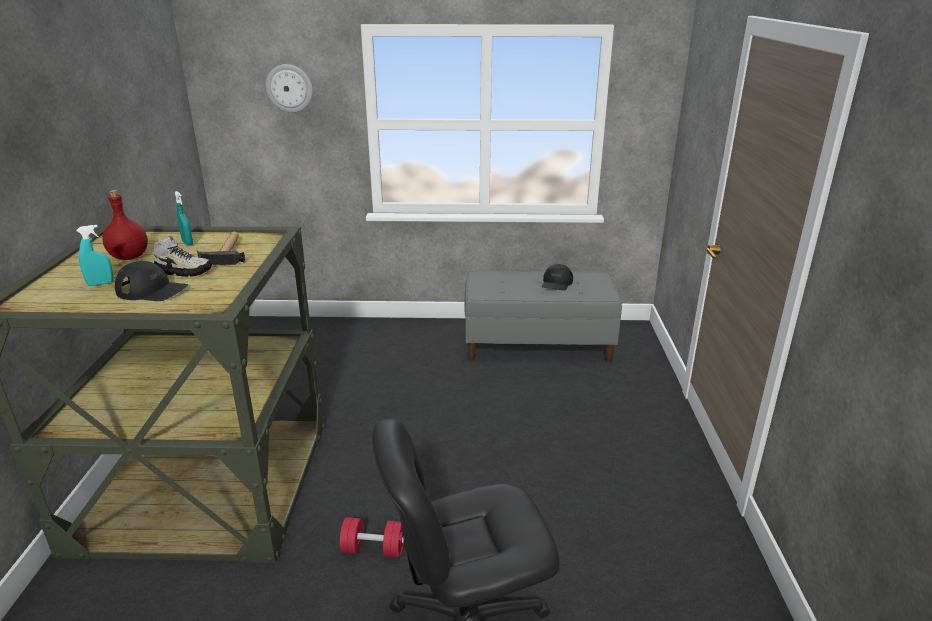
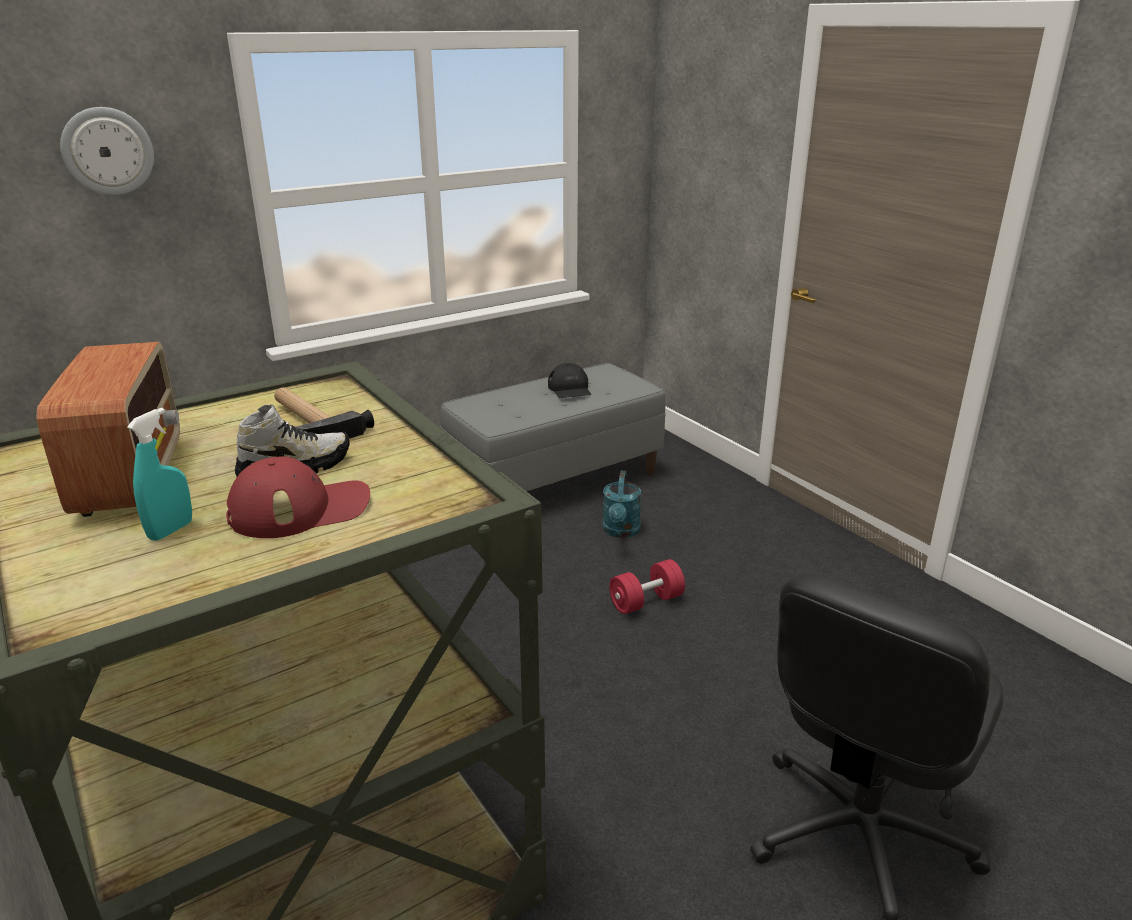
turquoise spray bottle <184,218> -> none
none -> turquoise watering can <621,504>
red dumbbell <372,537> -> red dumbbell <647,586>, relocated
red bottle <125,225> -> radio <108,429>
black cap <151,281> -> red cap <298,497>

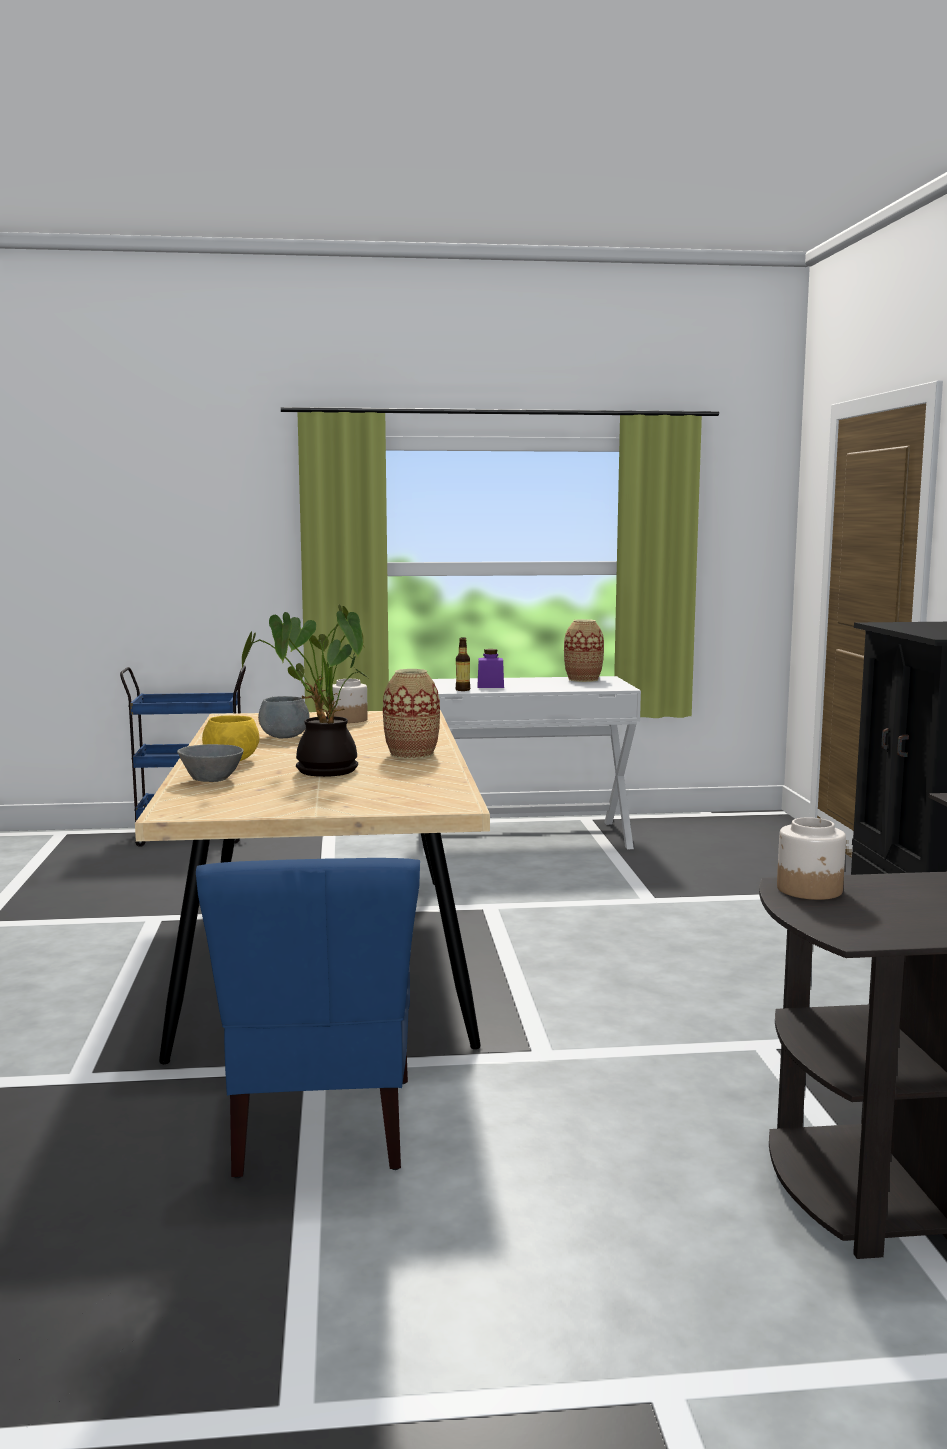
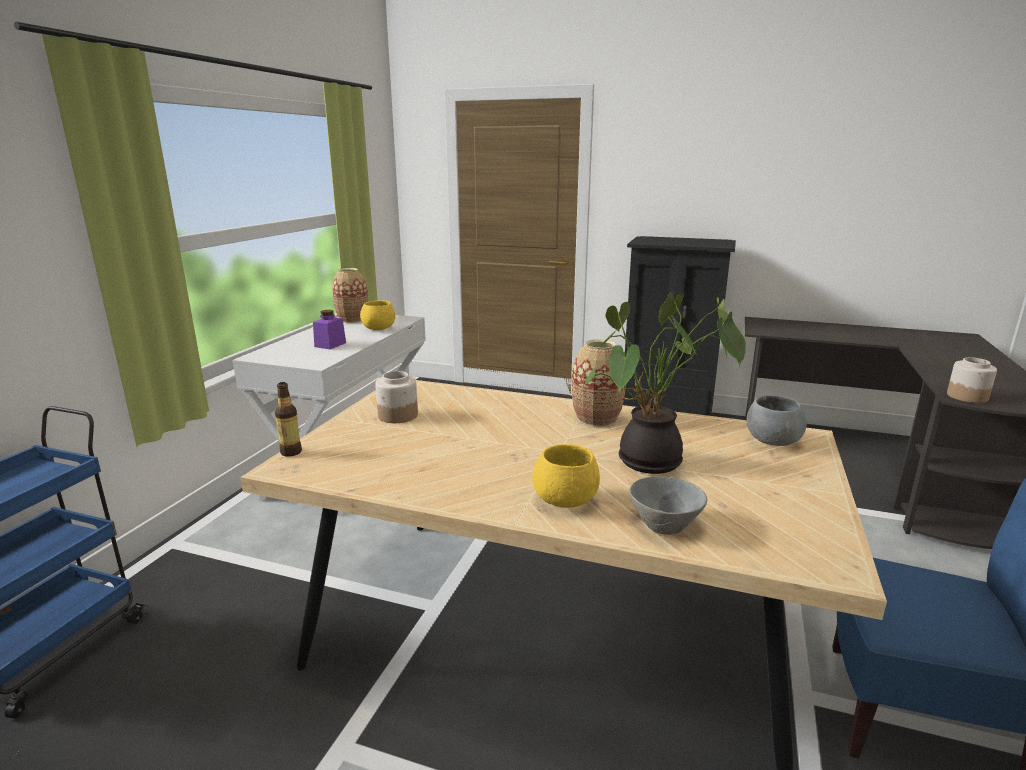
none -> yellow bowl <377,315>
grey bowl <284,717> -> grey bowl <777,420>, relocated
bottle <463,664> -> bottle <288,419>, relocated

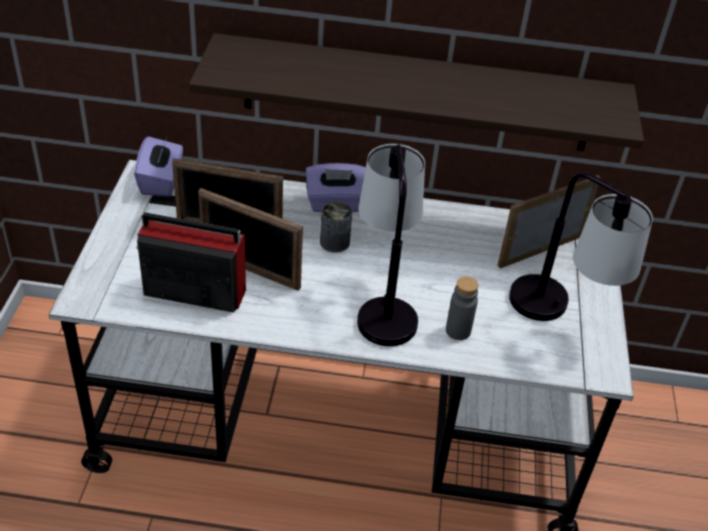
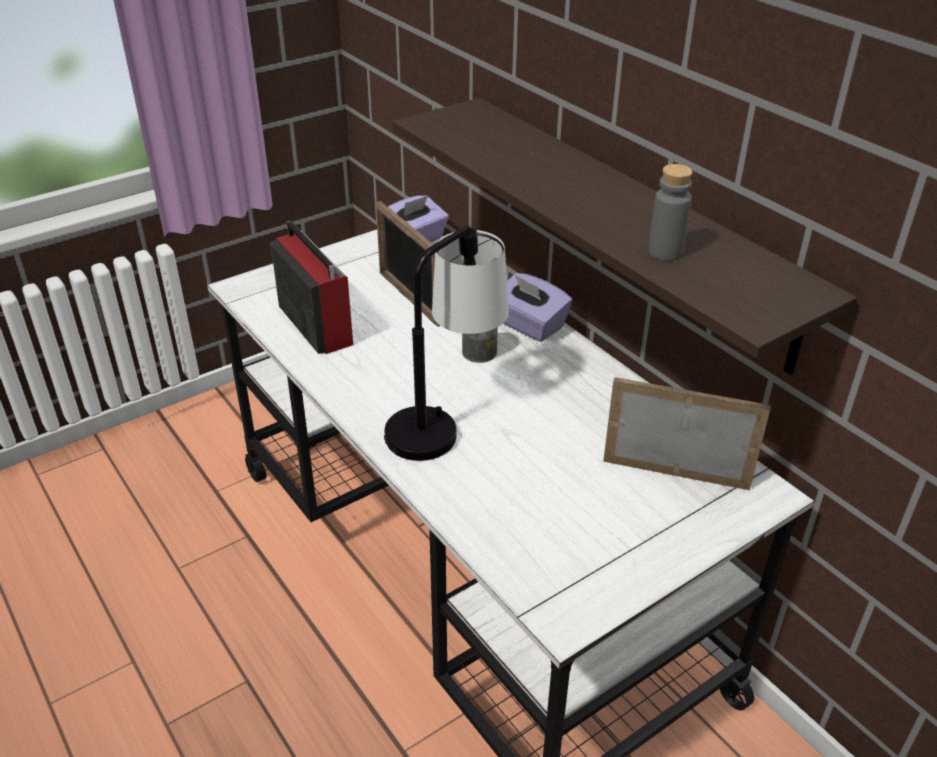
picture frame <250,239> -> none
table lamp <581,246> -> none
grey bottle <462,308> -> grey bottle <670,212>, relocated

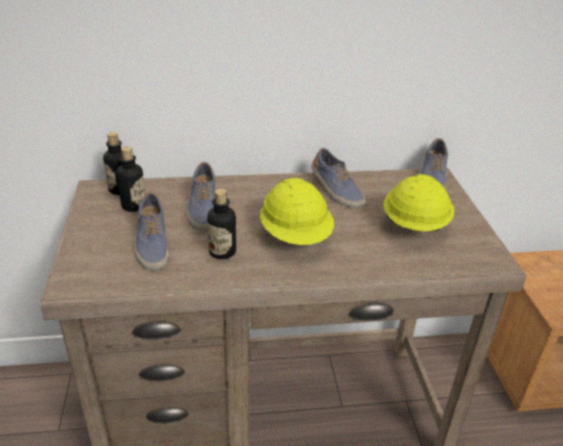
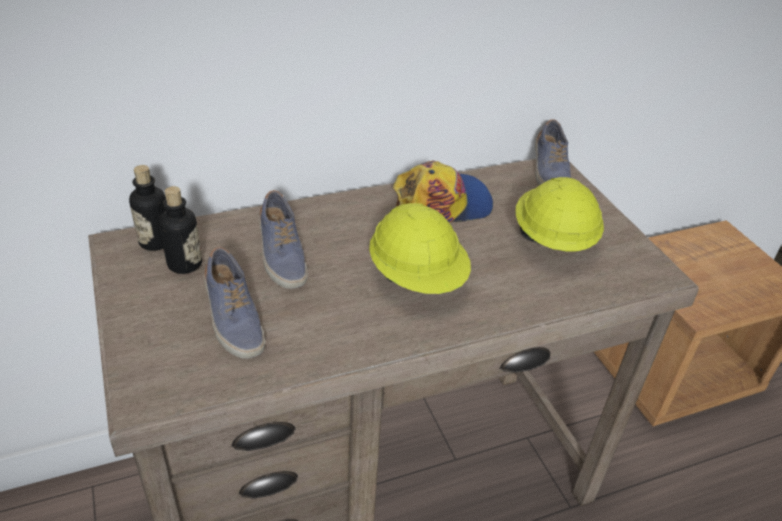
bottle <221,224> -> none
shoe <338,178> -> cap <443,192>

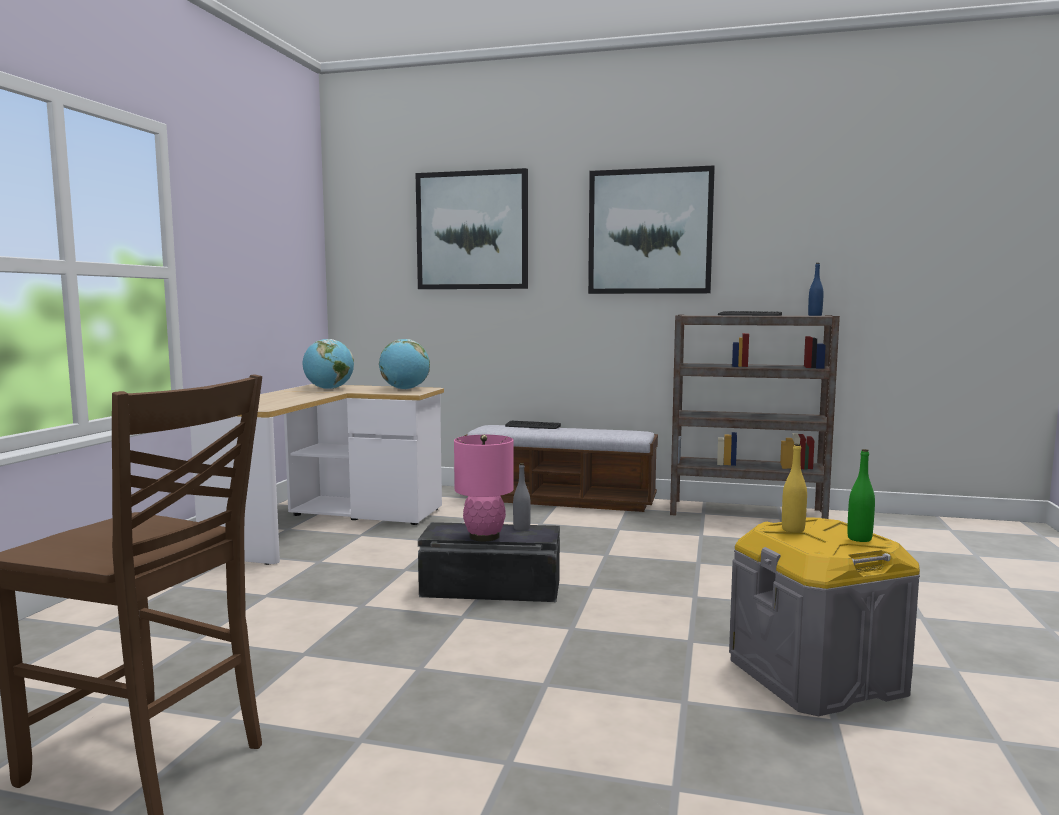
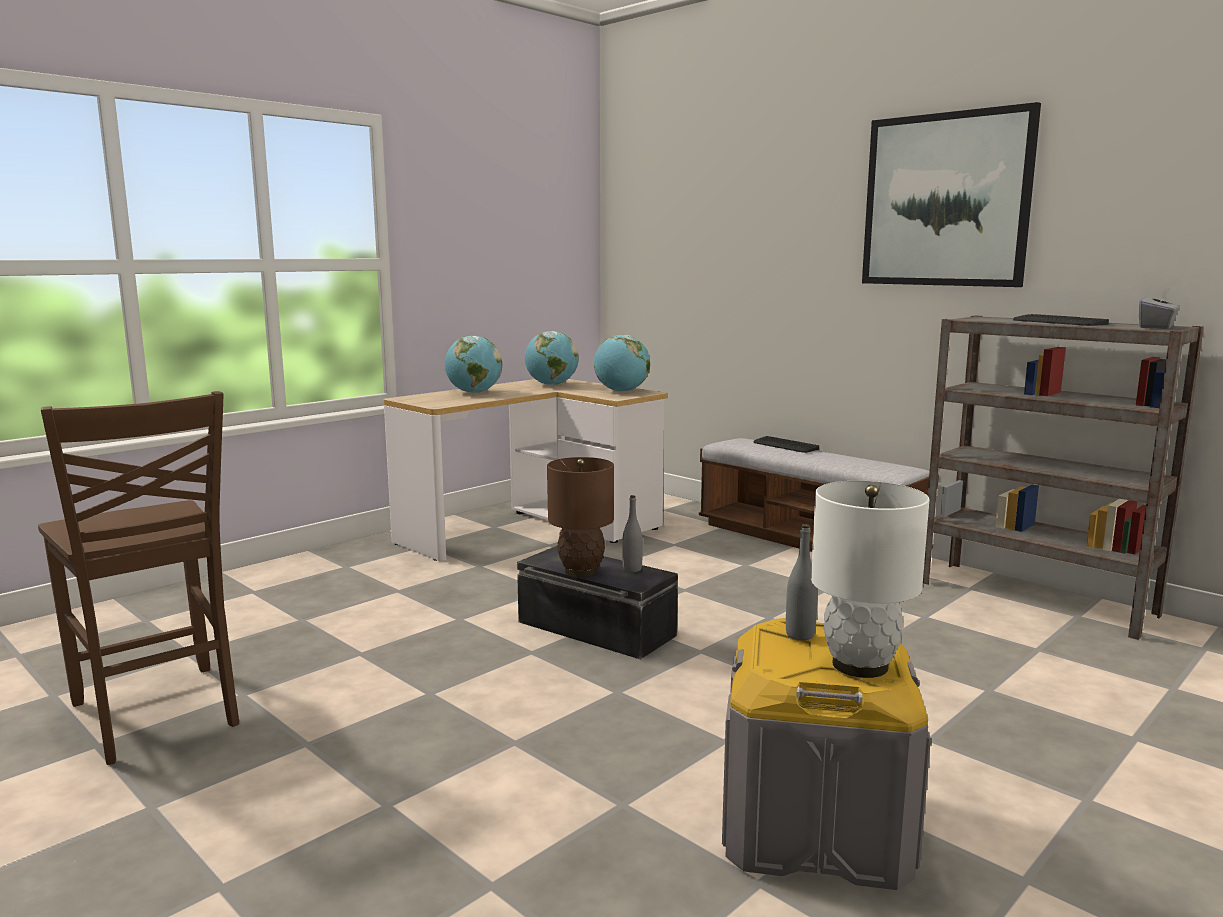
picture <472,228> -> none
none -> globe <473,364>
blue bottle <816,289> -> grey tissue box <1159,308>
green bottle <861,495> -> white table lamp <870,579>
pink table lamp <484,488> -> brown table lamp <580,517>
yellow bottle <794,488> -> grey bottle <802,582>

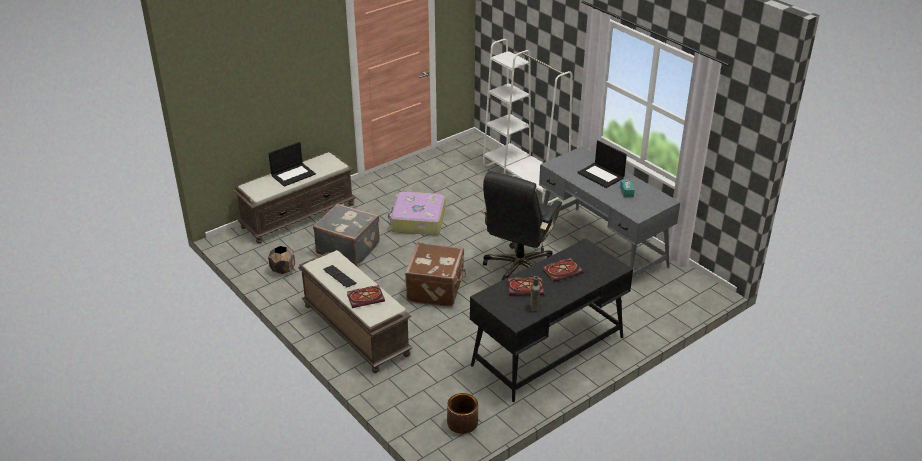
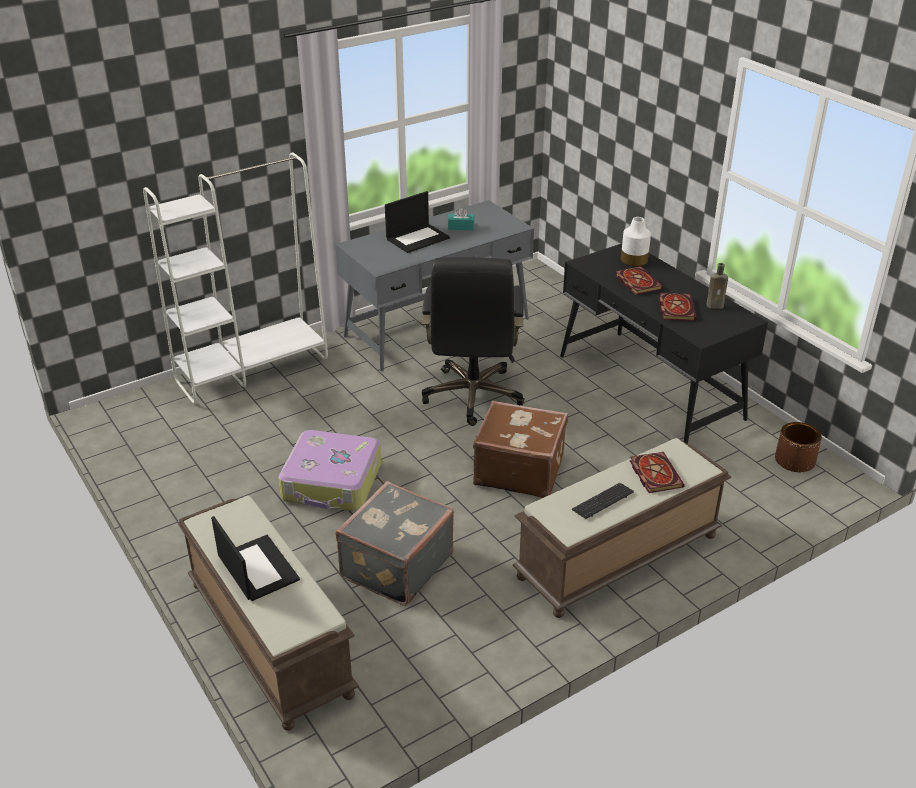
brown planter <281,260> -> none
none -> white vase <636,241>
black office chair <522,225> -> black office chair <473,341>, 60 degrees clockwise

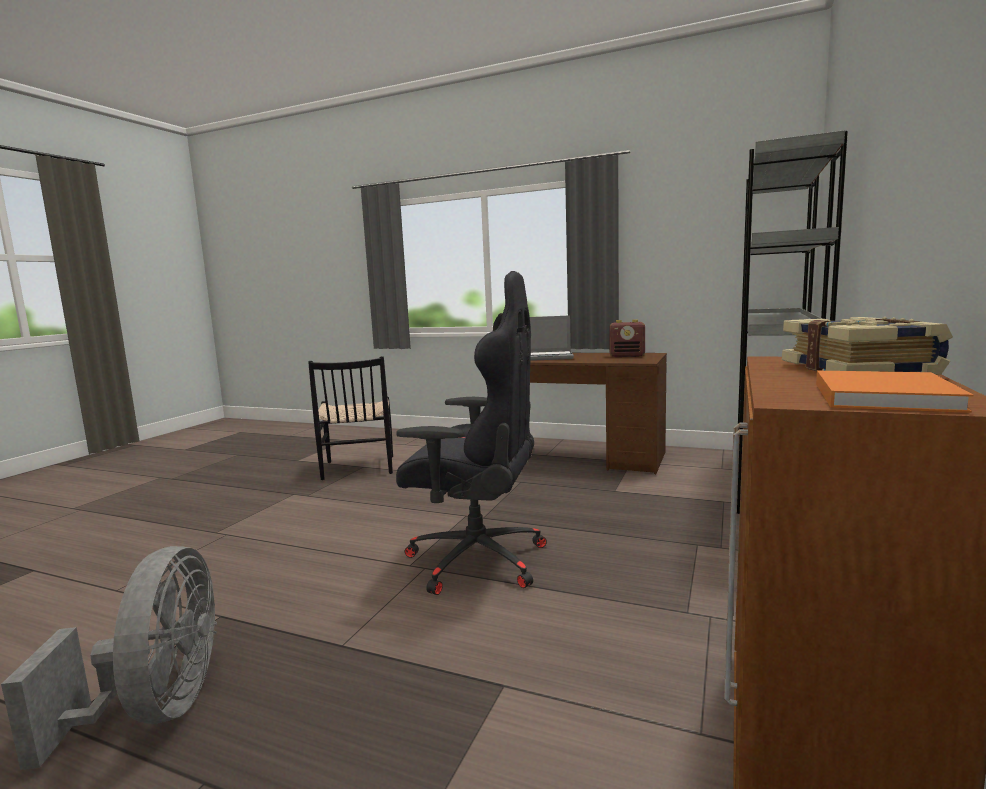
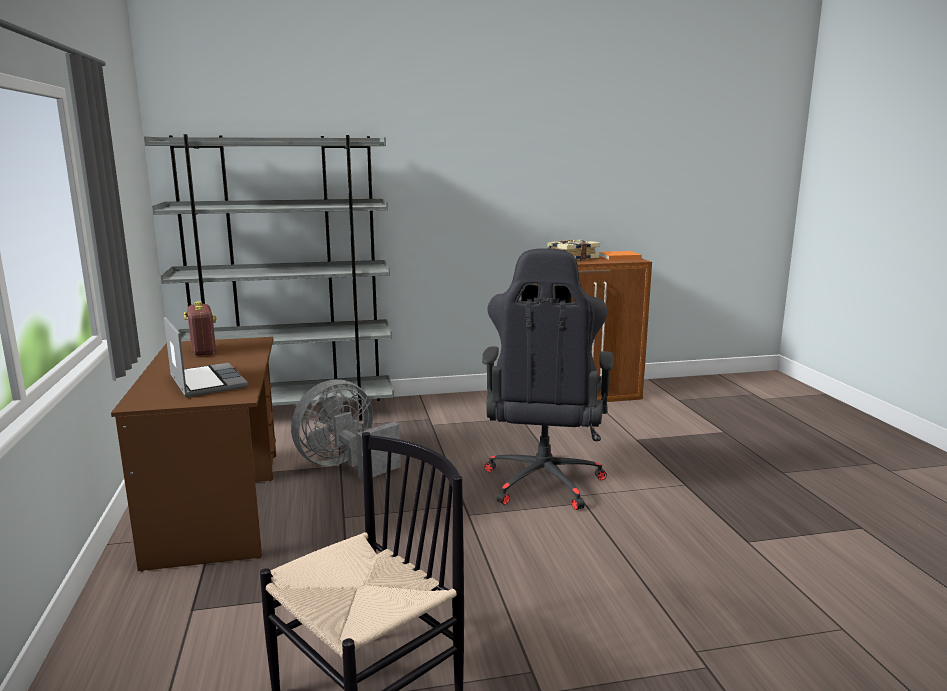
grey fan <109,658> -> grey fan <346,430>, relocated
black office chair <471,433> -> black office chair <548,379>, 150 degrees counterclockwise

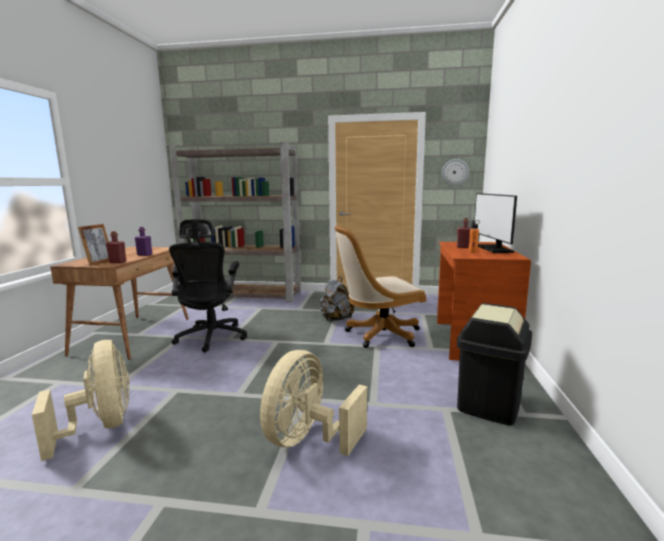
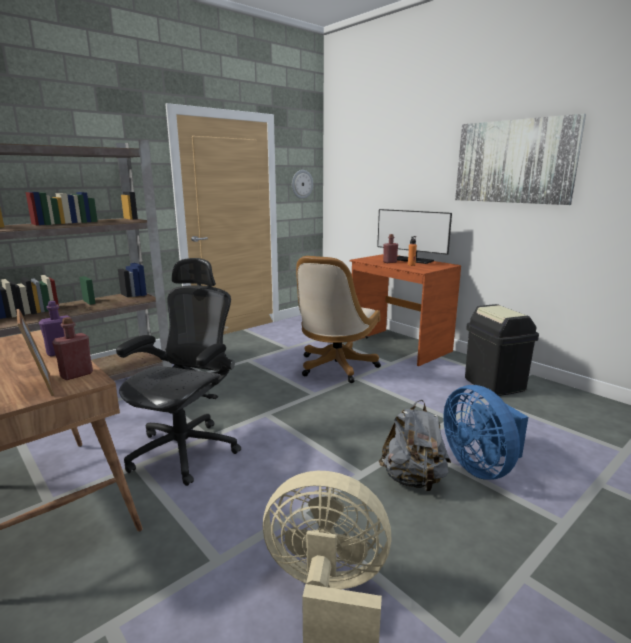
none -> picture <520,159>
grey backpack <336,299> -> grey backpack <415,446>, relocated
beige fan <313,403> -> blue fan <485,432>
office chair <208,285> -> office chair <178,372>, 105 degrees counterclockwise

